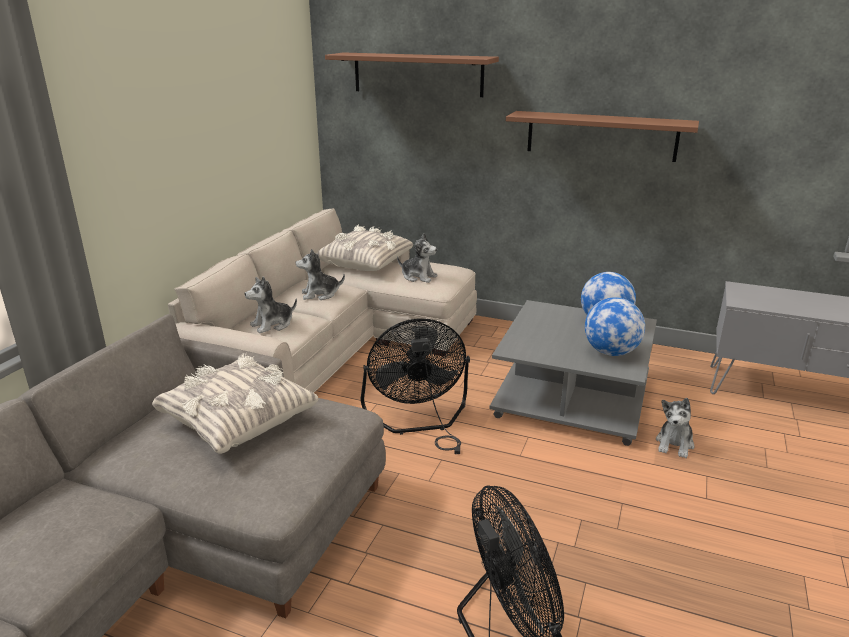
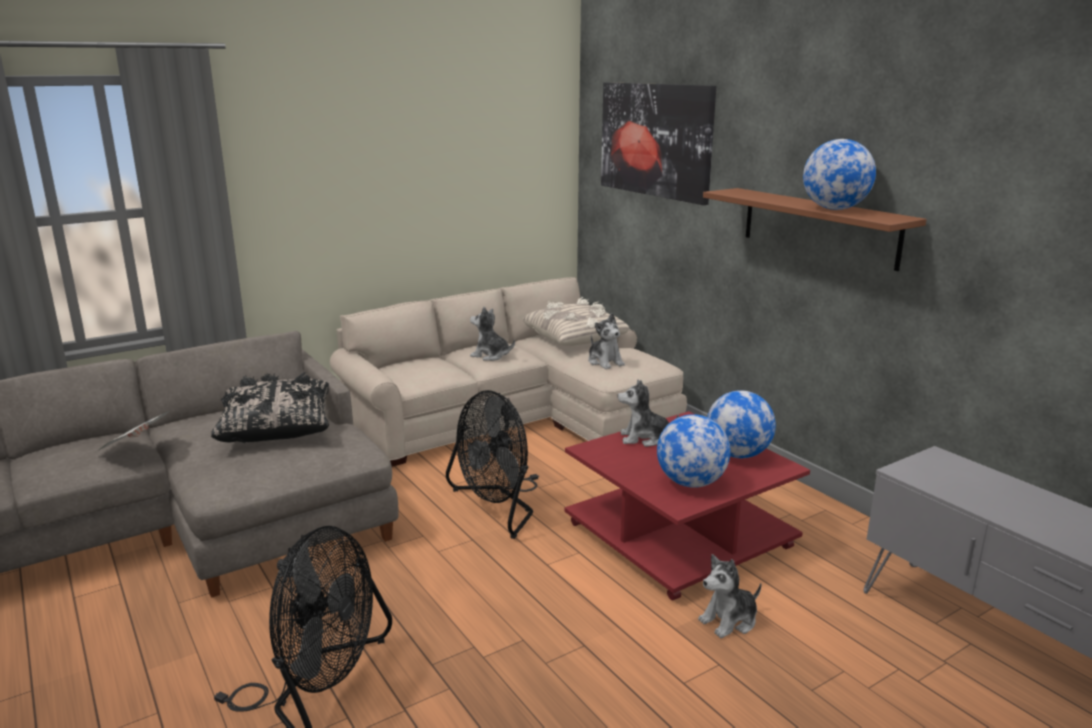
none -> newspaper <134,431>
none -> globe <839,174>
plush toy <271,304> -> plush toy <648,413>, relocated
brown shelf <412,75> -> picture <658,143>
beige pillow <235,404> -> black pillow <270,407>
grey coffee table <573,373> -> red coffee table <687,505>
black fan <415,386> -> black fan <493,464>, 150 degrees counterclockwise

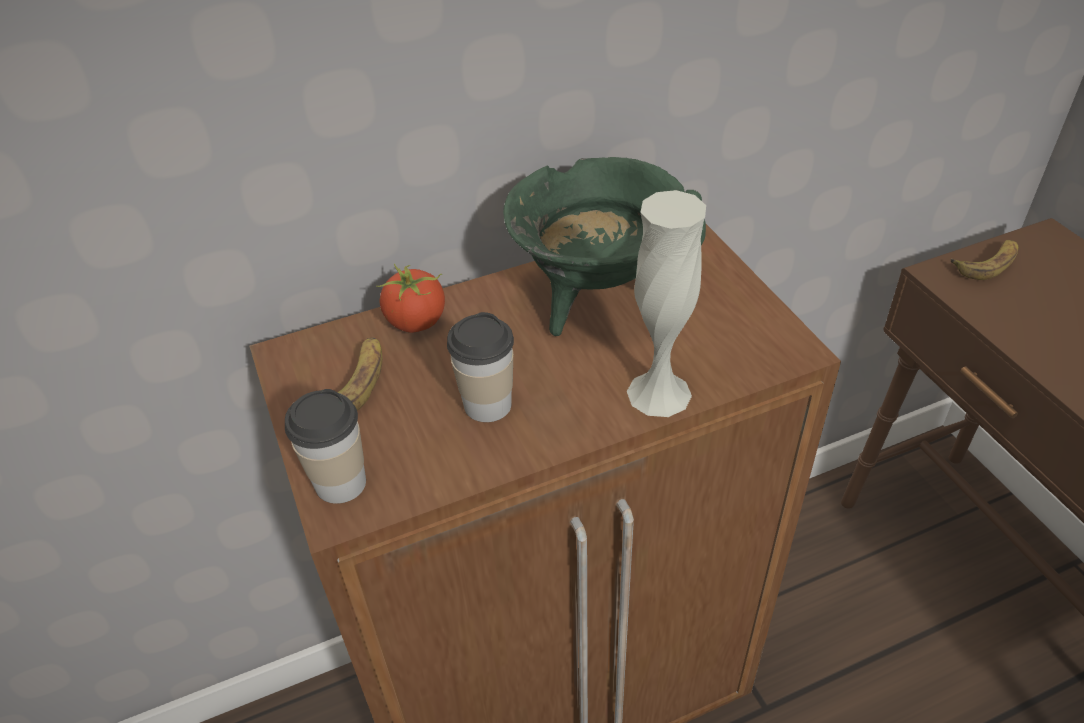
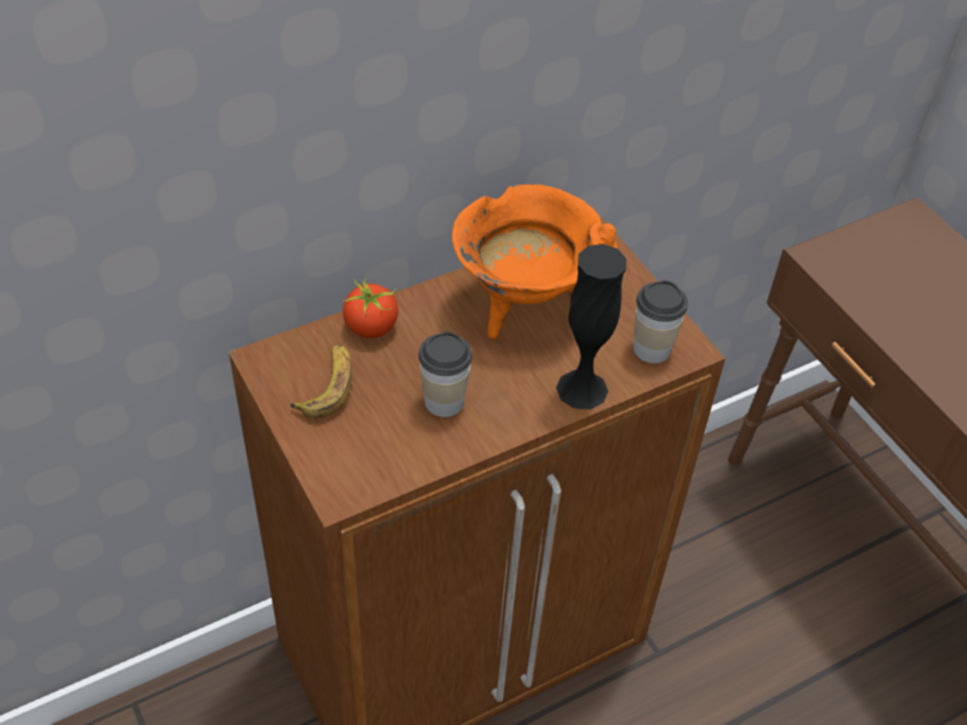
banana <984,260> -> none
cup <325,446> -> cup <660,321>, relocated
green cooking pot <604,246> -> orange cooking pot <535,262>
white vase <666,303> -> black vase <591,326>

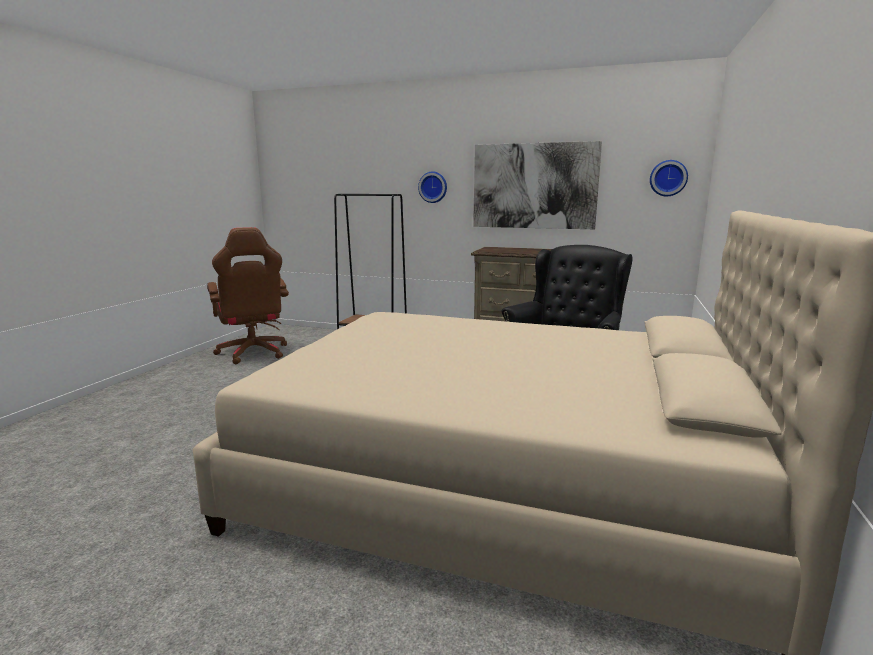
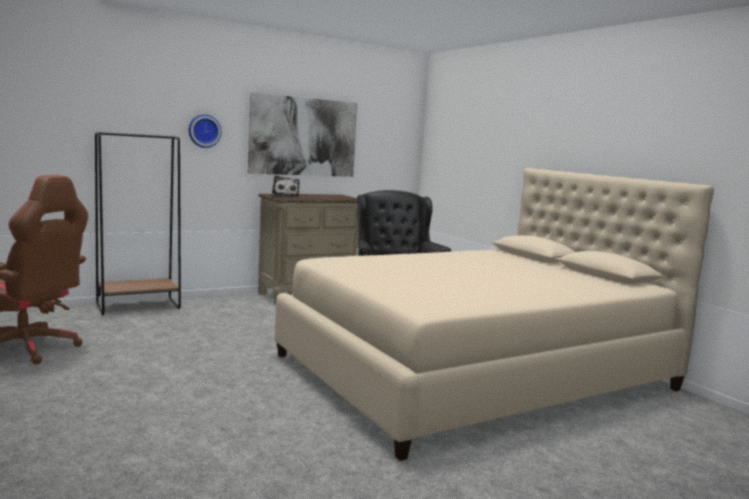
wall clock <669,178> -> none
none -> plush toy <286,186>

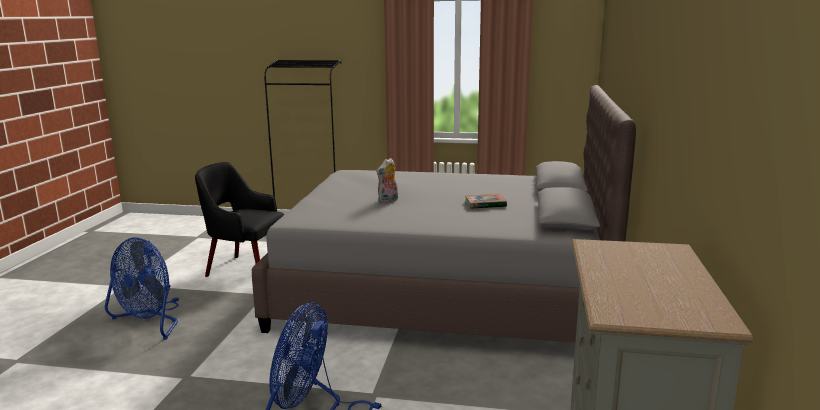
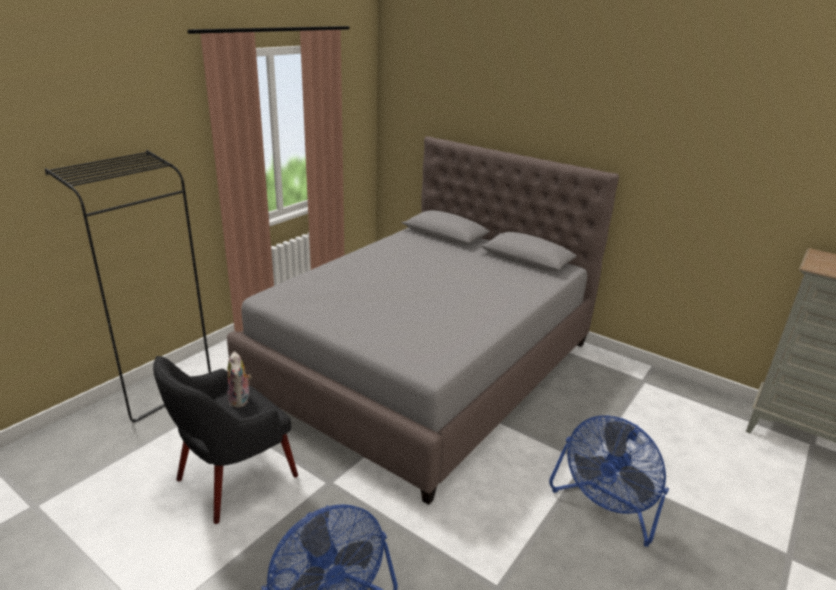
book <486,201> -> none
plush toy <387,180> -> plush toy <239,379>, relocated

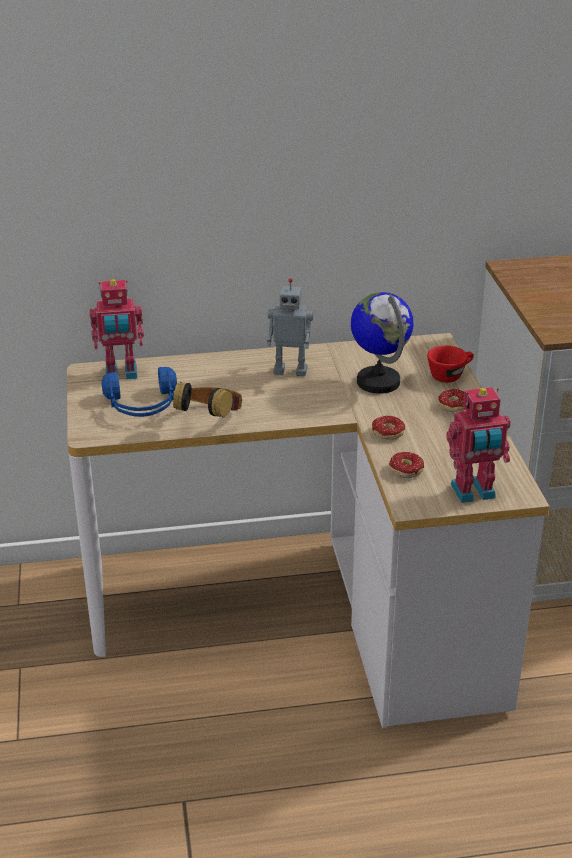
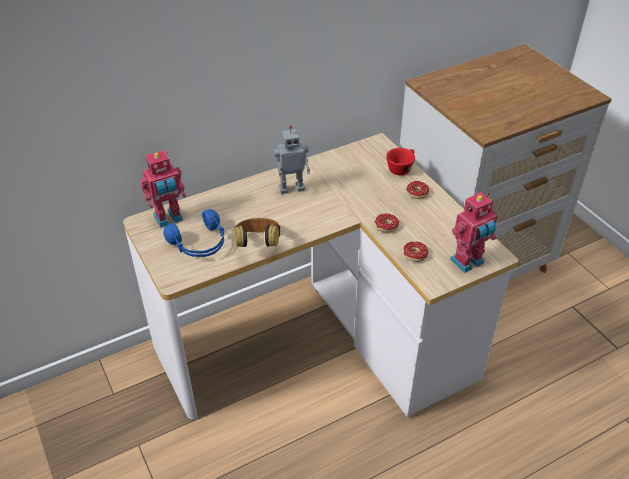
globe <382,343> -> none

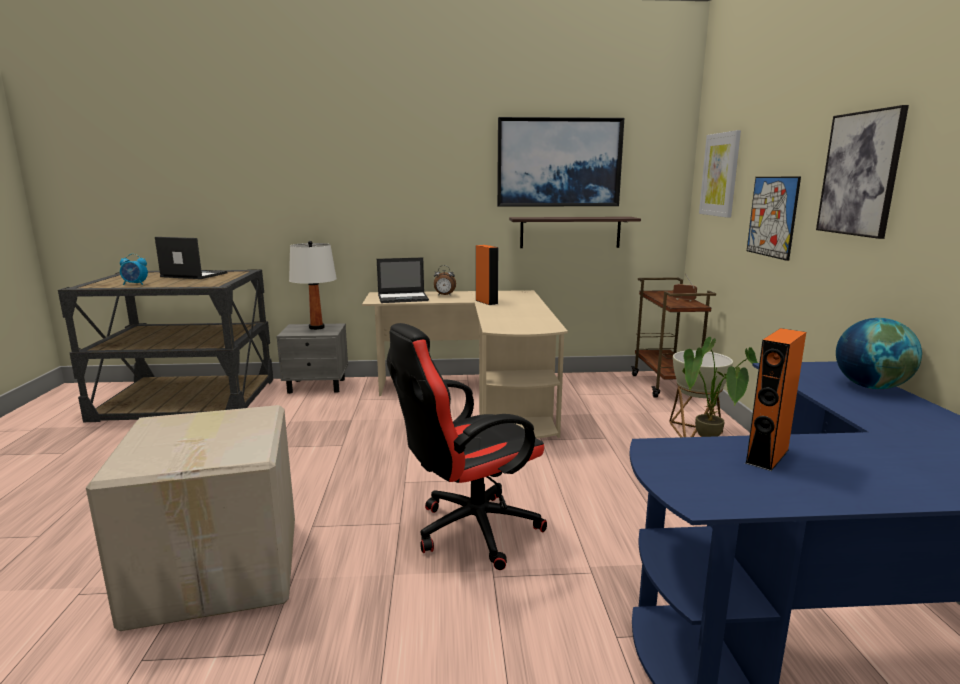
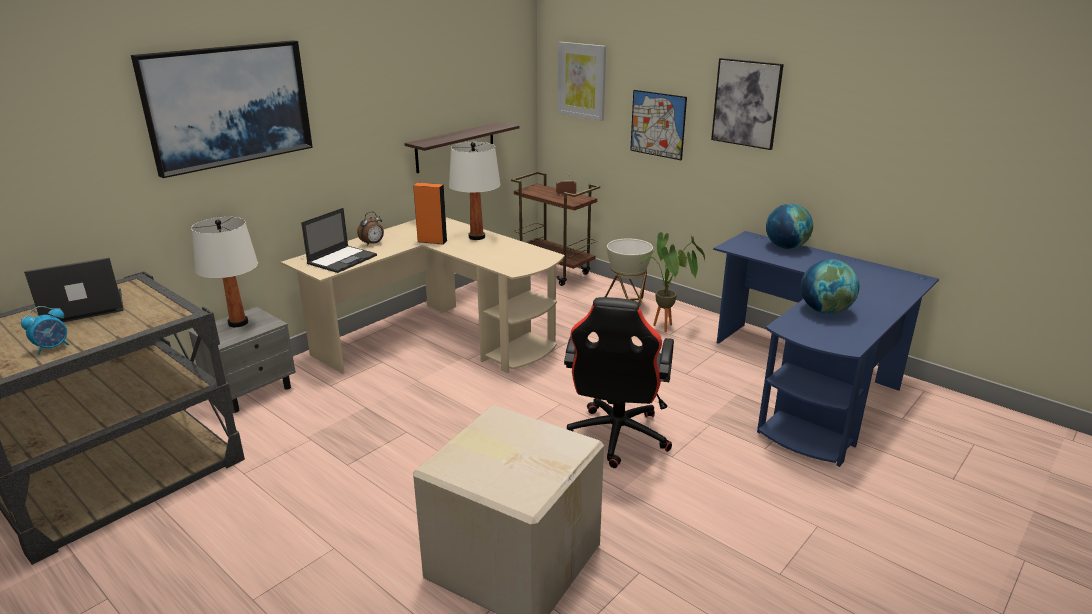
none -> white table lamp <475,191>
picture <560,162> -> picture <222,109>, relocated
orange speaker <775,399> -> globe <830,286>

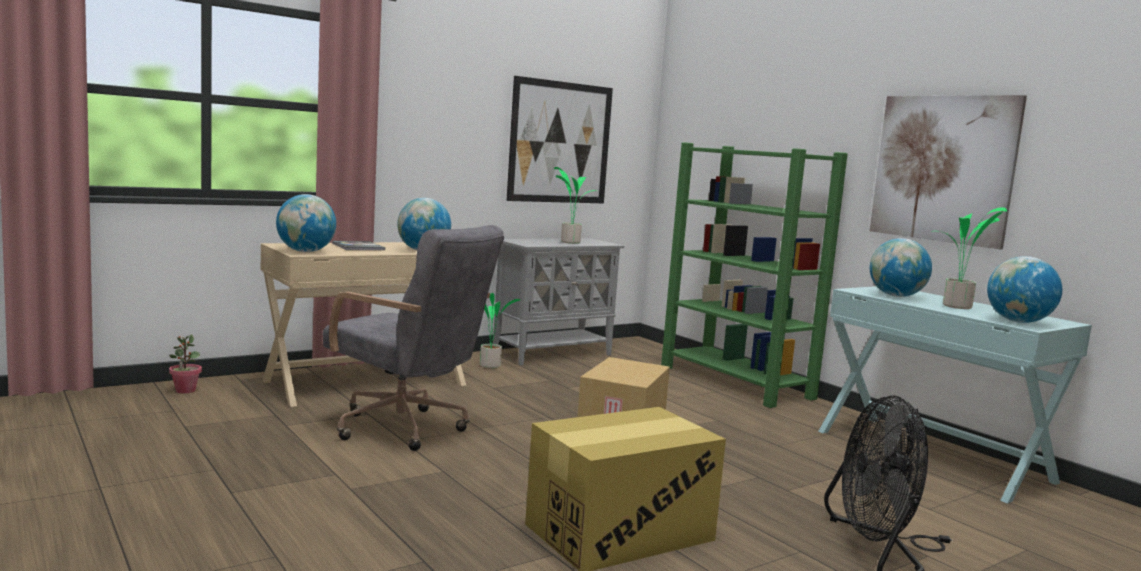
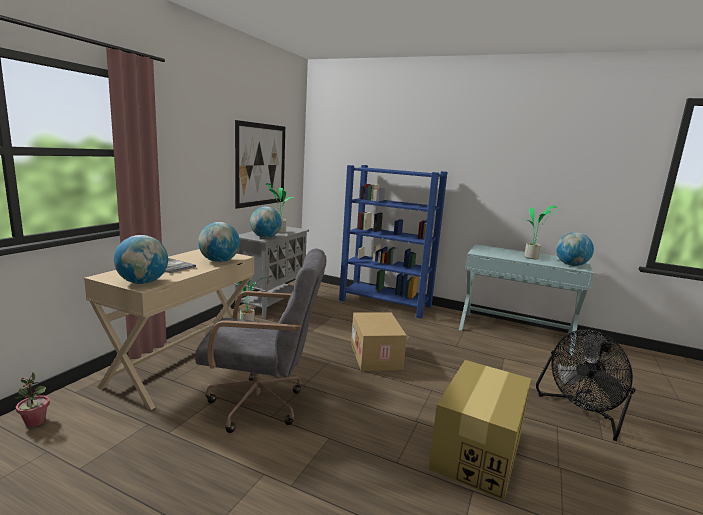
picture <948,172> -> none
globe <901,267> -> globe <266,222>, relocated
green bookcase <754,275> -> blue bookcase <393,242>

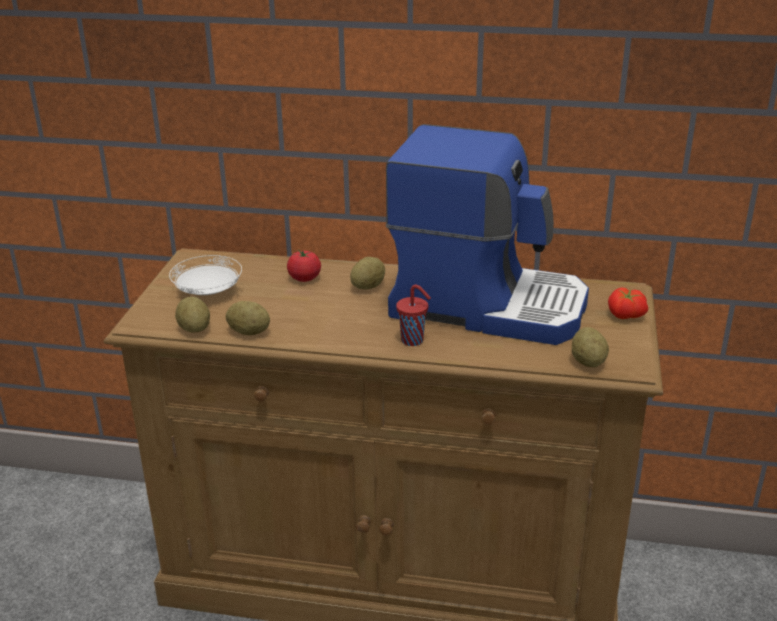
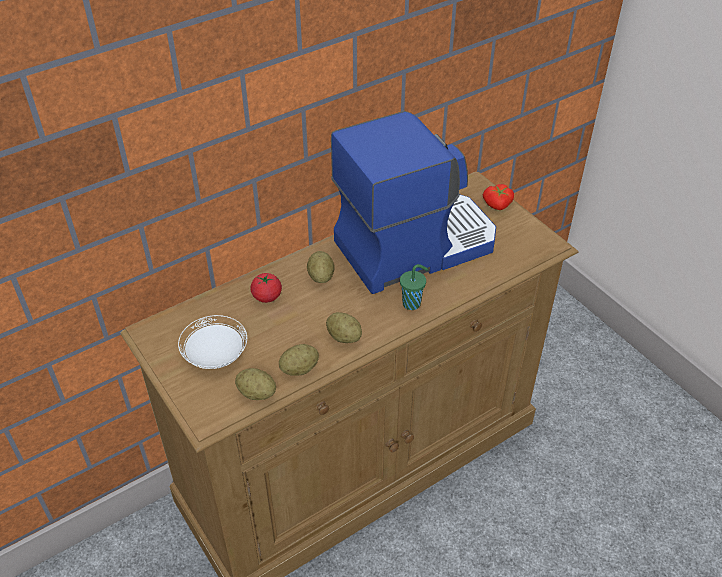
potato <590,347> -> potato <344,327>, relocated
red cup <413,315> -> green cup <414,287>

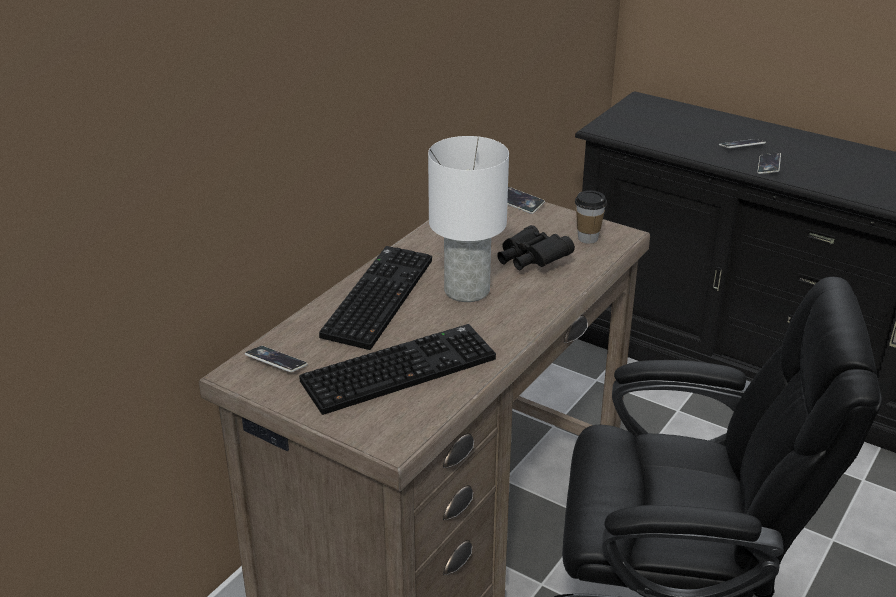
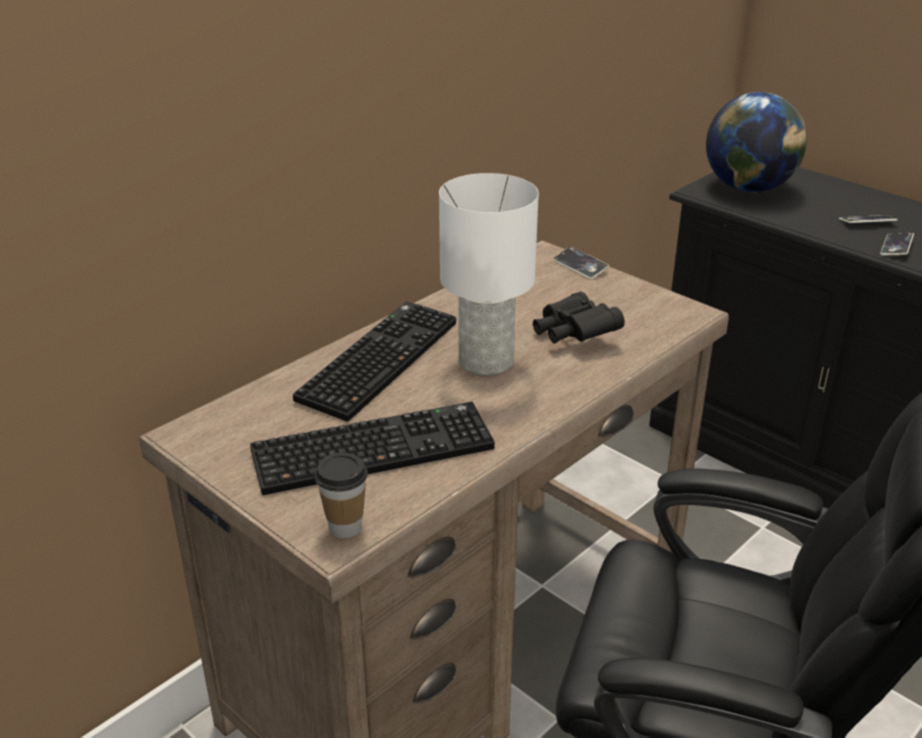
phone <276,359> -> none
none -> globe <756,142>
cup <591,217> -> cup <341,495>, relocated

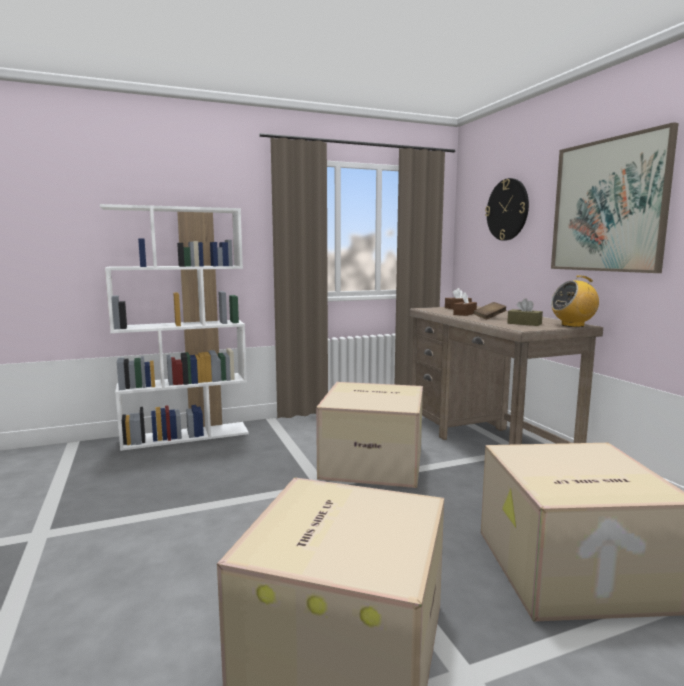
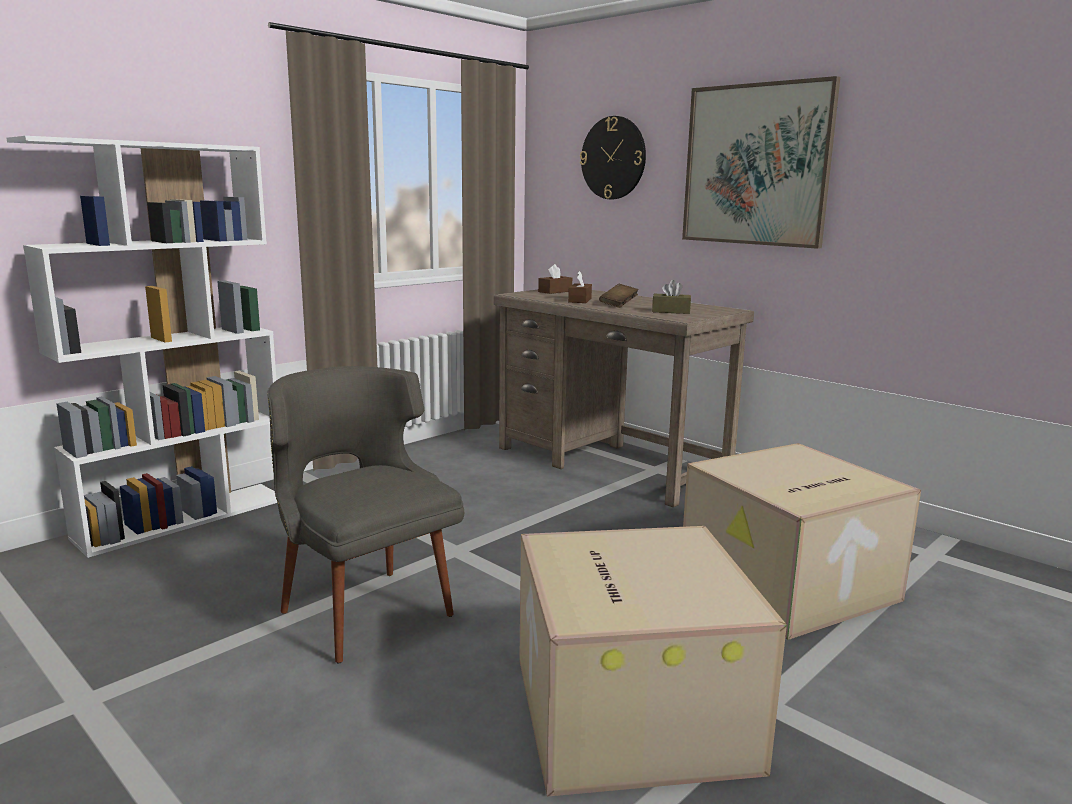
cardboard box <369,435> -> none
radio <575,301> -> none
none -> grey chair <365,514>

